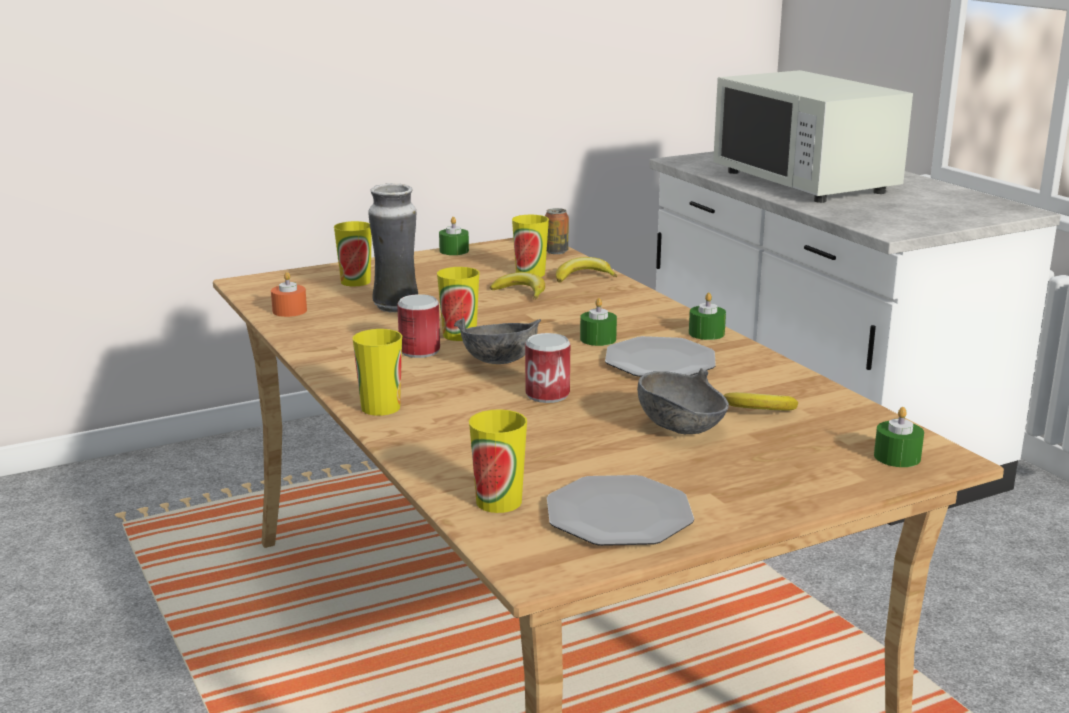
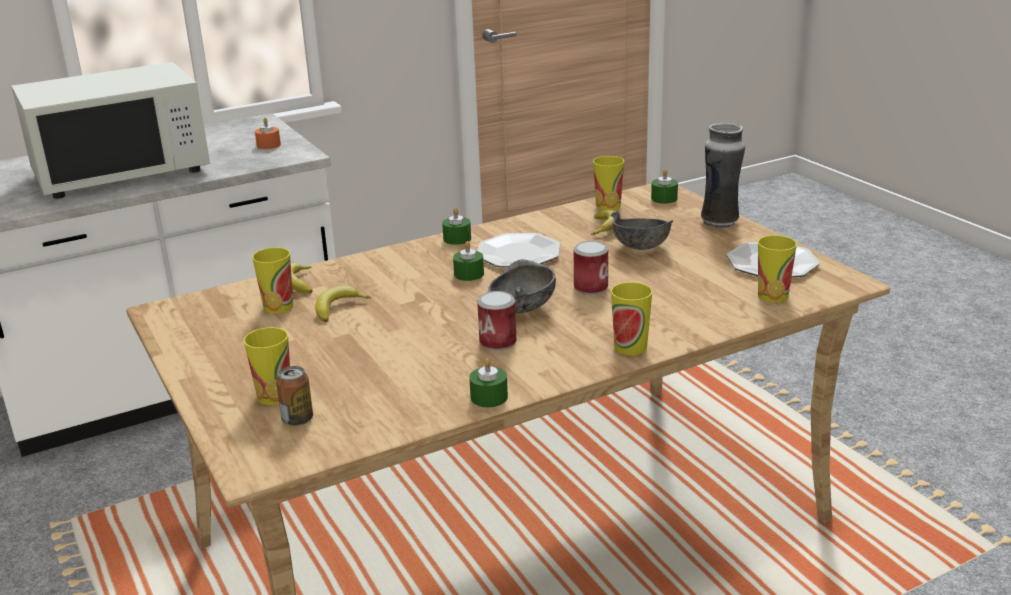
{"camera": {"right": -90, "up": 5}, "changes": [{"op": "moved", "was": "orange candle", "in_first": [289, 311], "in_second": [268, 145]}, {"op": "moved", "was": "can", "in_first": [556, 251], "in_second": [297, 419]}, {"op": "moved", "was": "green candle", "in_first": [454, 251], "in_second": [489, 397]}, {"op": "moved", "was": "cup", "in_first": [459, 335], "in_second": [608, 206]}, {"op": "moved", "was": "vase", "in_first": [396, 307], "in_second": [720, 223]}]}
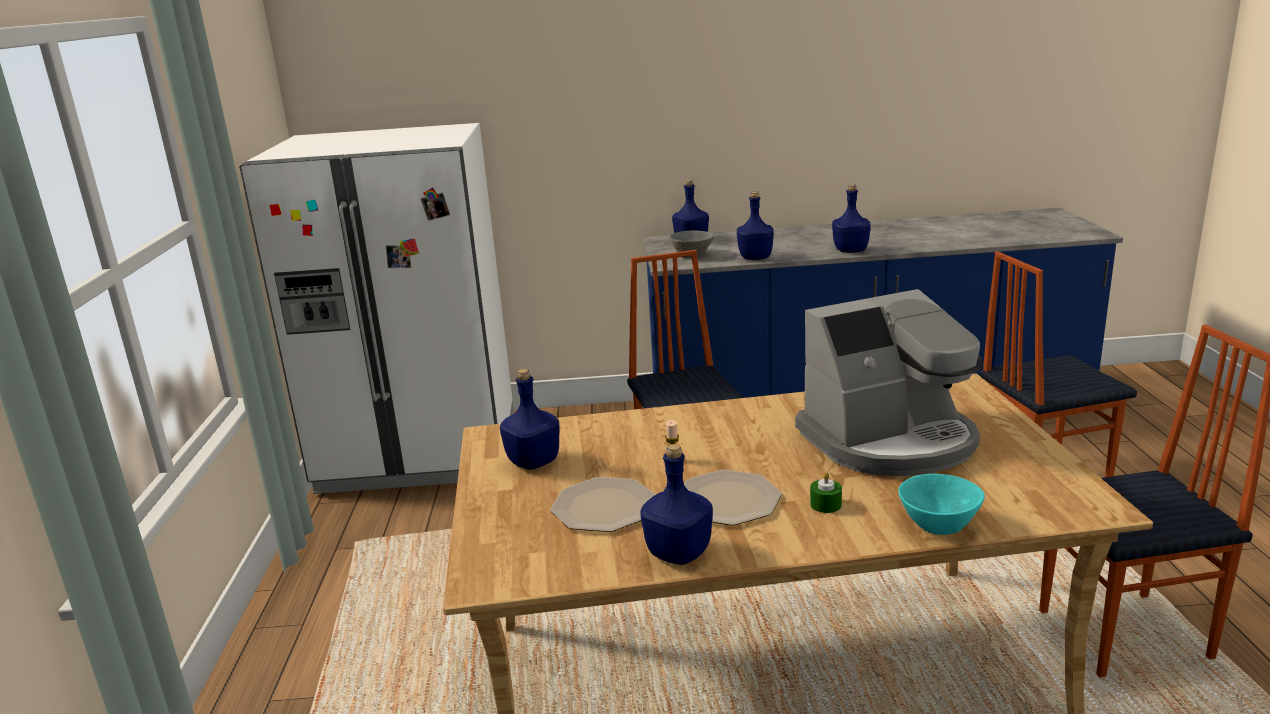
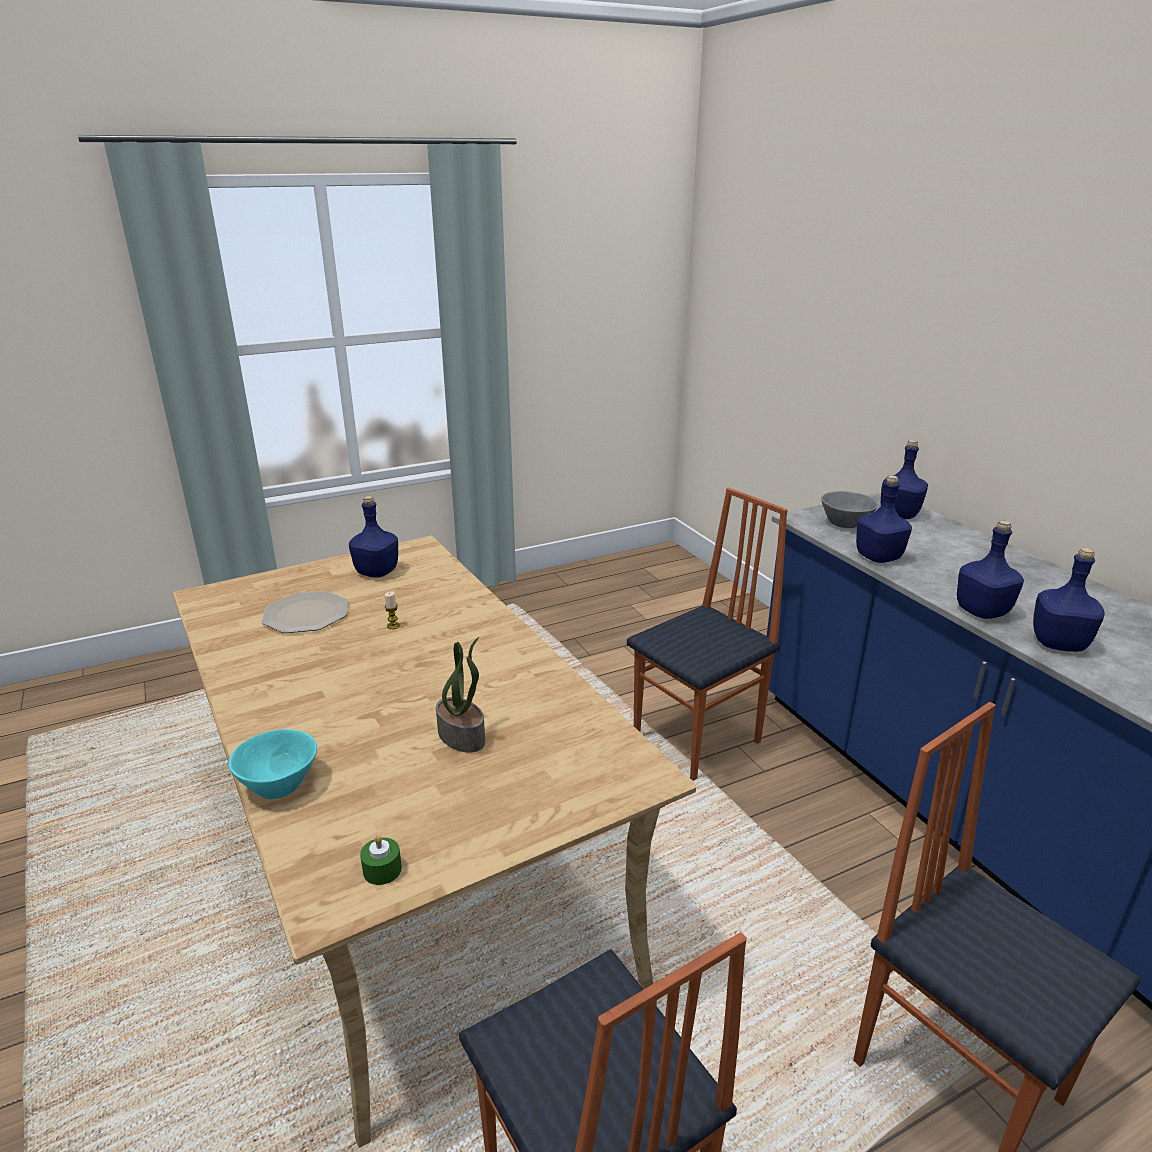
{"camera": {"right": 65, "up": 5}, "changes": [{"op": "moved", "was": "green candle", "in_first": [825, 504], "in_second": [382, 870]}, {"op": "replaced", "was": "coffee machine", "now": "potted plant", "in_first": [890, 441], "in_second": [462, 736]}, {"op": "moved", "was": "blue bottle", "in_first": [678, 554], "in_second": [1057, 643]}, {"op": "removed", "was": "white fridge", "in_first": [420, 453]}, {"op": "removed", "was": "plate", "in_first": [729, 500]}]}
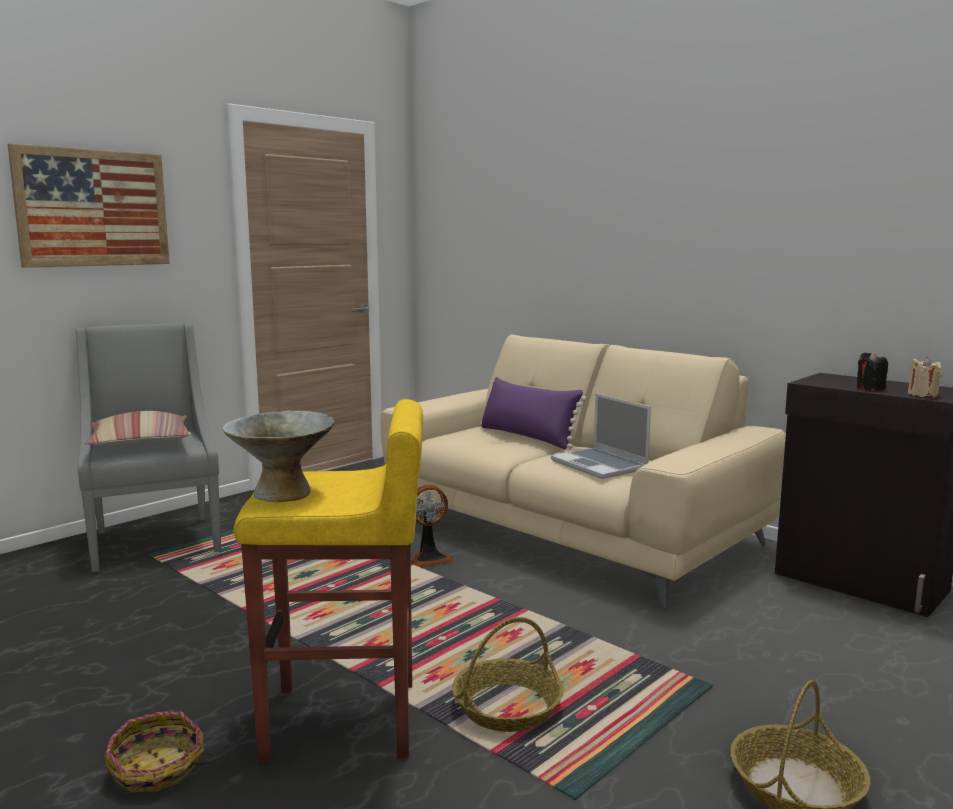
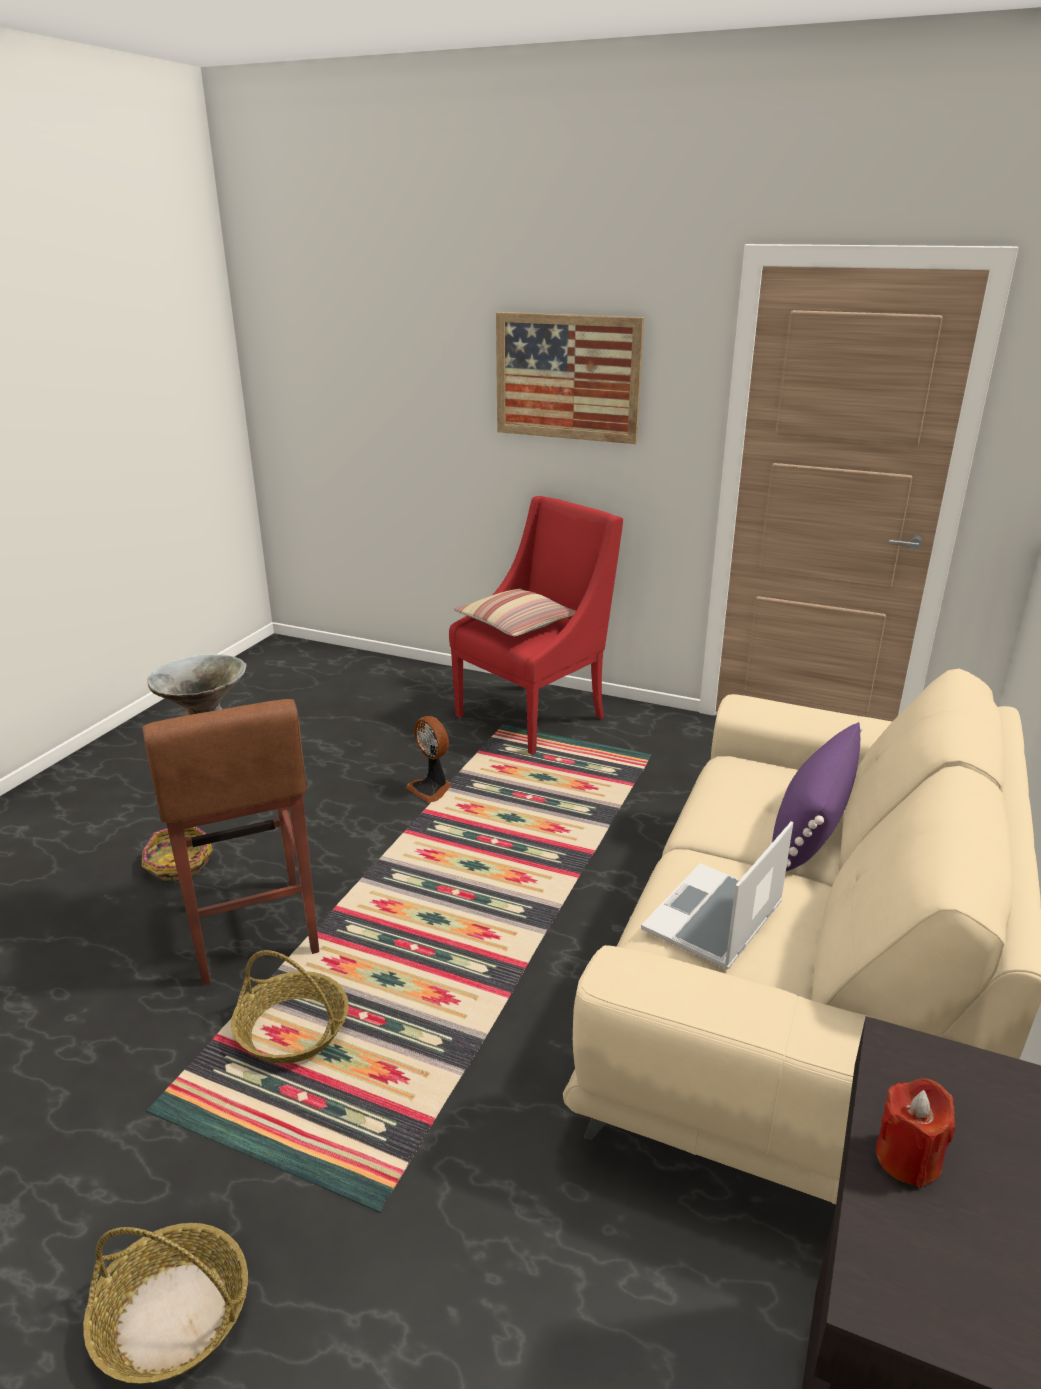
{"camera": {"right": 70, "up": 15}, "changes": [{"op": "recoloured", "was": "yellow stool", "now": "brown stool", "in_first": [344, 722], "in_second": [251, 931]}, {"op": "moved", "was": "fan", "in_first": [429, 558], "in_second": [431, 789]}, {"op": "recoloured", "was": "grey armchair", "now": "red armchair", "in_first": [155, 540], "in_second": [534, 715]}, {"op": "recoloured", "was": "black candle", "now": "red candle", "in_first": [870, 388], "in_second": [907, 1158]}, {"op": "removed", "was": "beige candle", "in_first": [922, 395]}]}
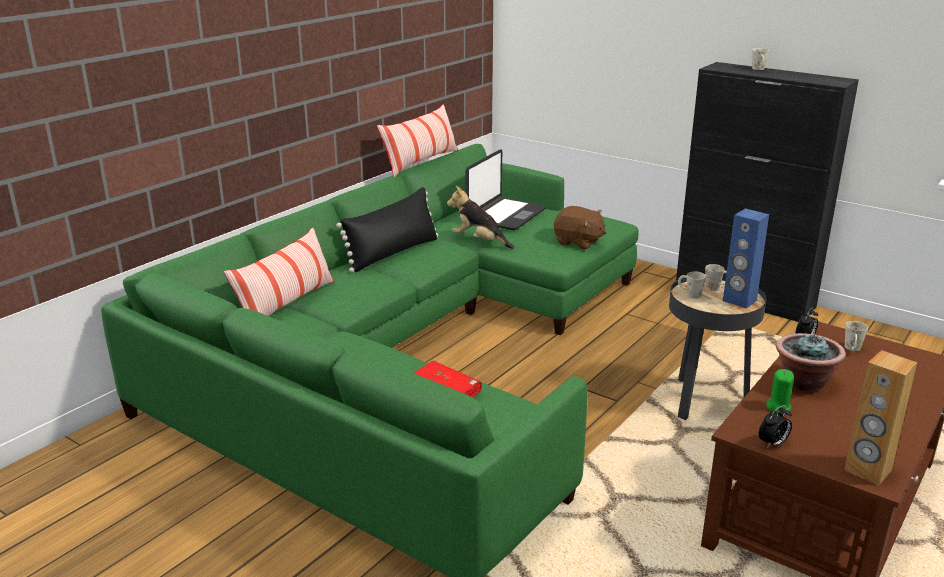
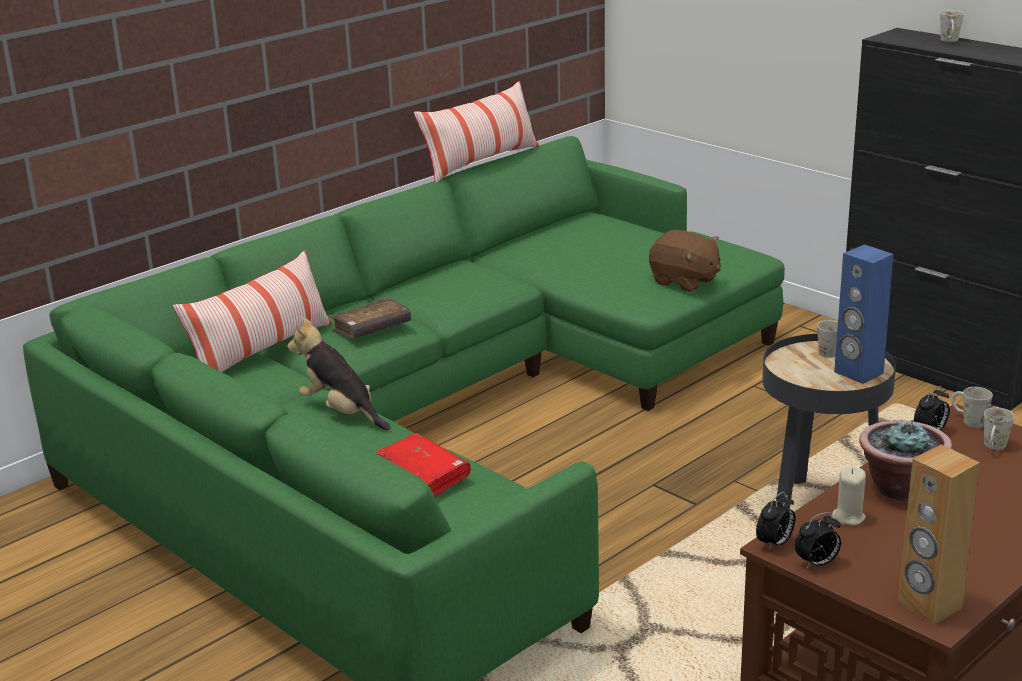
{"camera": {"right": 10, "up": 0}, "changes": [{"op": "moved", "was": "plush toy", "in_first": [479, 241], "in_second": [341, 412]}, {"op": "added", "now": "brown book", "in_second": [371, 329]}, {"op": "added", "now": "alarm clock", "in_second": [775, 544]}, {"op": "recoloured", "was": "green candle", "now": "beige candle", "in_first": [778, 406], "in_second": [848, 517]}, {"op": "moved", "was": "white mug", "in_first": [689, 294], "in_second": [967, 420]}, {"op": "removed", "was": "black pillow", "in_first": [393, 253]}, {"op": "removed", "was": "laptop", "in_first": [505, 215]}]}
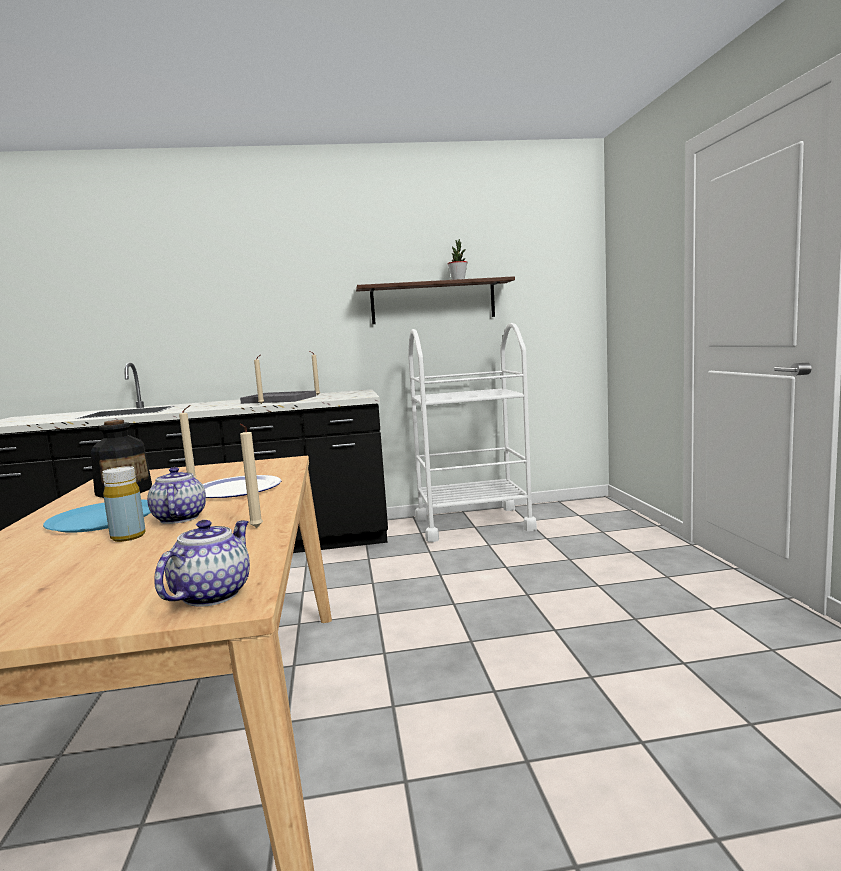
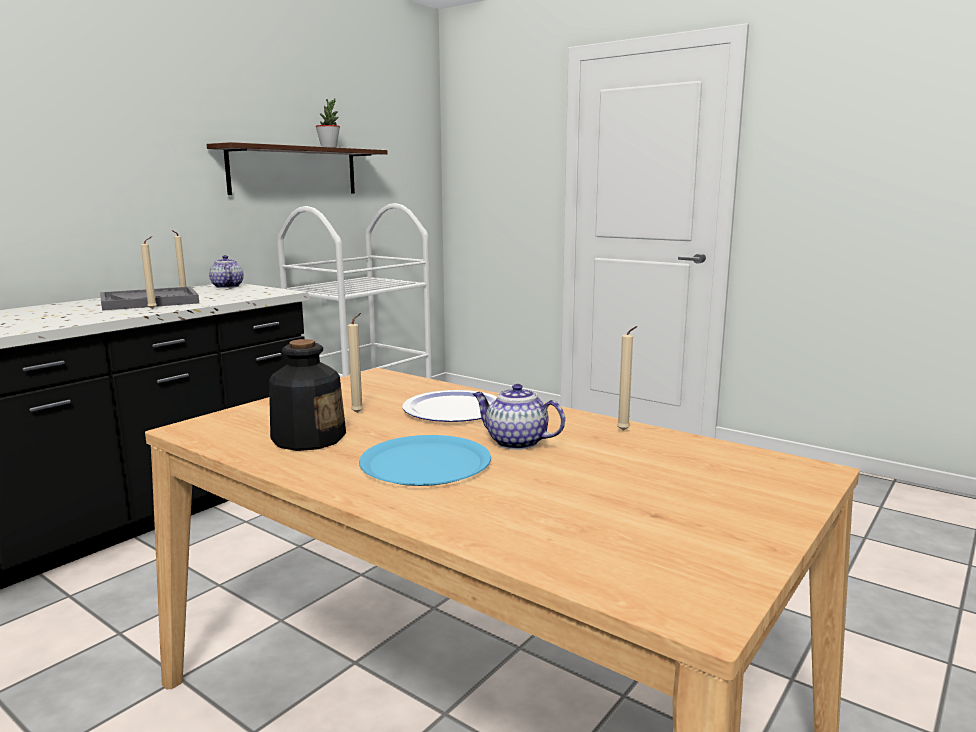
{"camera": {"right": -45, "up": 5}, "changes": [{"op": "moved", "was": "teapot", "in_first": [212, 594], "in_second": [227, 286]}, {"op": "removed", "was": "yellow bottle", "in_first": [128, 536]}]}
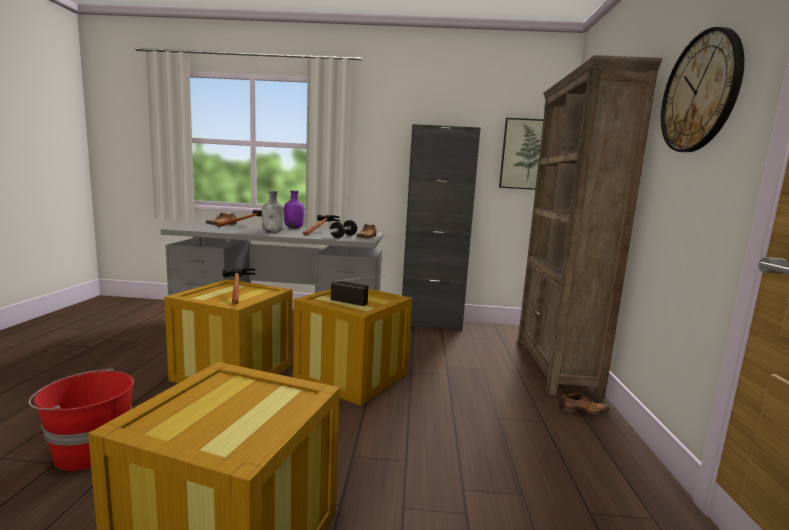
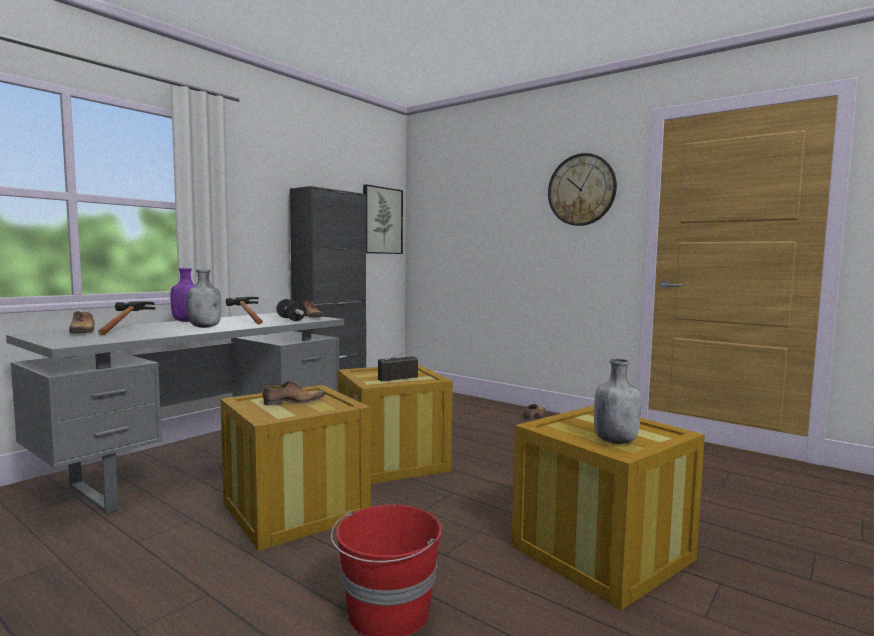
{"camera": {"right": -55, "up": -5}, "changes": [{"op": "replaced", "was": "hammer", "now": "shoe", "in_first": [236, 293], "in_second": [293, 402]}, {"op": "added", "now": "grey bottle", "in_second": [615, 441]}, {"op": "removed", "was": "brown bookcase", "in_first": [555, 367]}]}
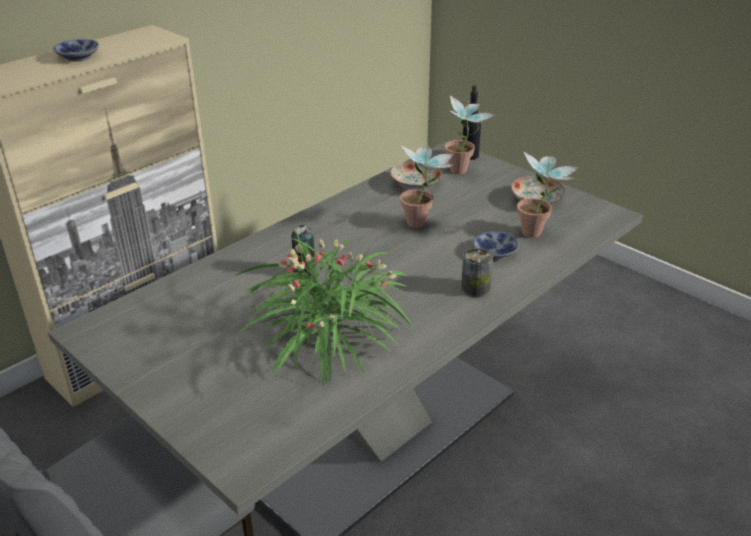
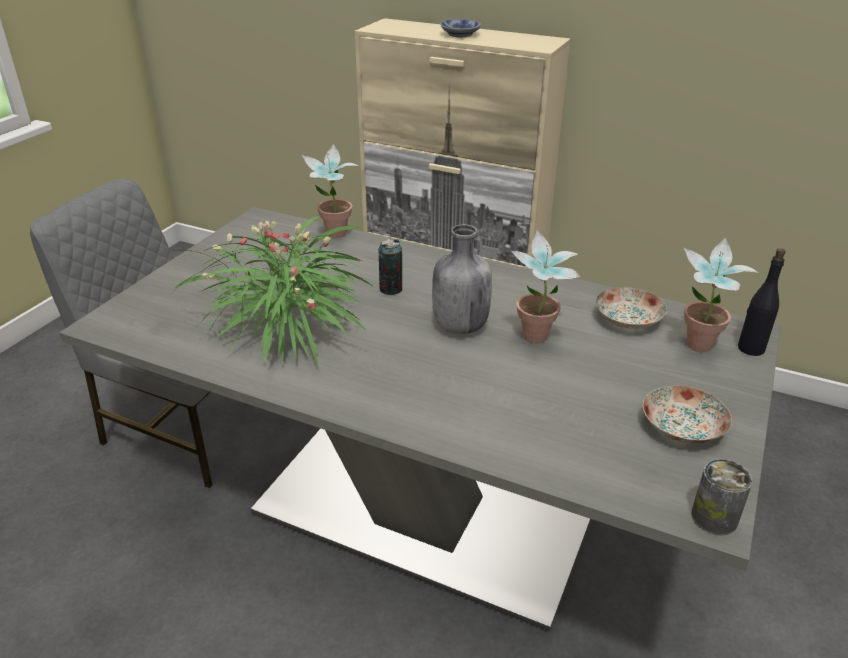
{"camera": {"right": 70, "up": 0}, "changes": [{"op": "moved", "was": "potted plant", "in_first": [538, 234], "in_second": [334, 237]}, {"op": "added", "now": "grey bottle", "in_second": [459, 326]}, {"op": "moved", "was": "can", "in_first": [475, 288], "in_second": [714, 517]}, {"op": "removed", "was": "bowl", "in_first": [496, 251]}]}
